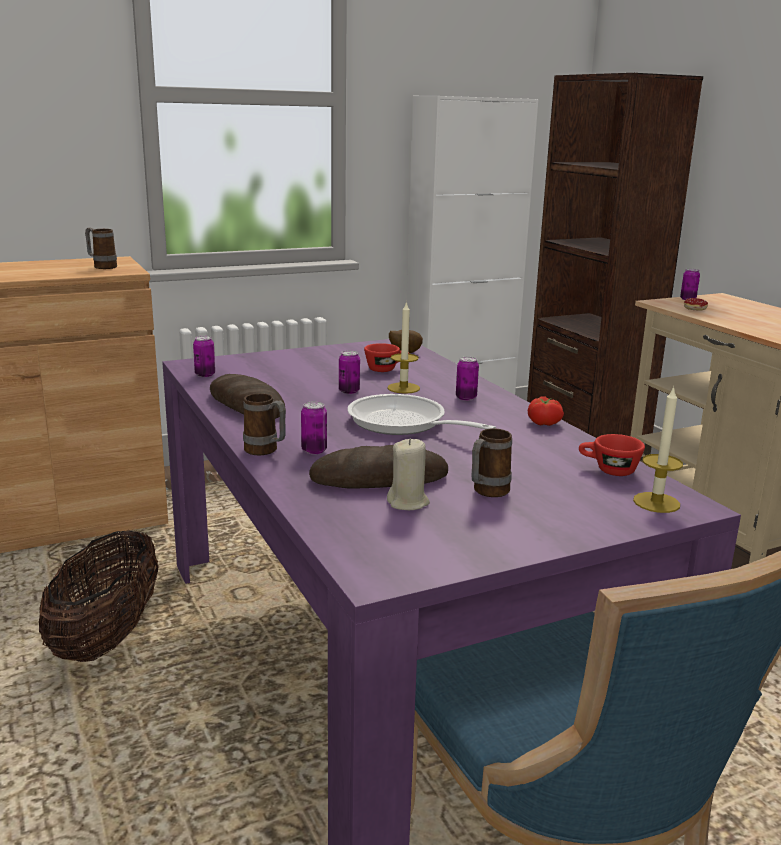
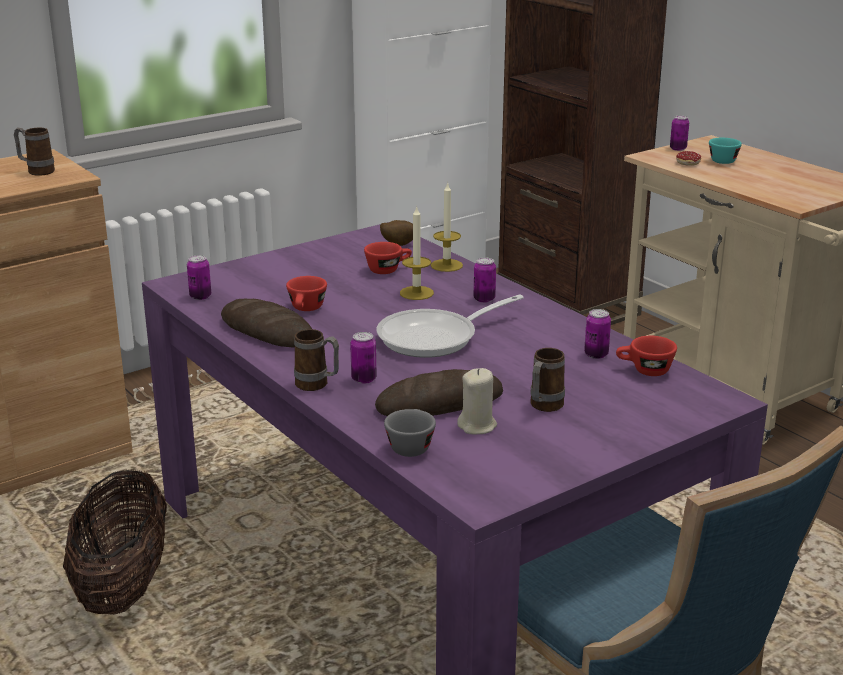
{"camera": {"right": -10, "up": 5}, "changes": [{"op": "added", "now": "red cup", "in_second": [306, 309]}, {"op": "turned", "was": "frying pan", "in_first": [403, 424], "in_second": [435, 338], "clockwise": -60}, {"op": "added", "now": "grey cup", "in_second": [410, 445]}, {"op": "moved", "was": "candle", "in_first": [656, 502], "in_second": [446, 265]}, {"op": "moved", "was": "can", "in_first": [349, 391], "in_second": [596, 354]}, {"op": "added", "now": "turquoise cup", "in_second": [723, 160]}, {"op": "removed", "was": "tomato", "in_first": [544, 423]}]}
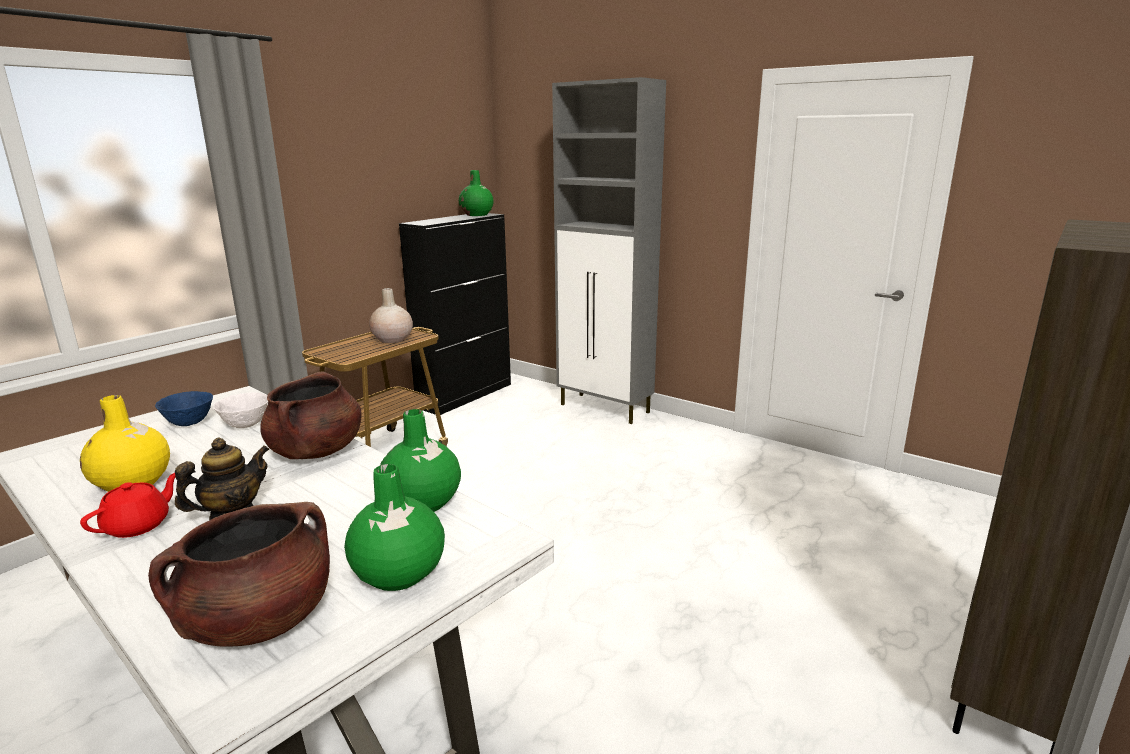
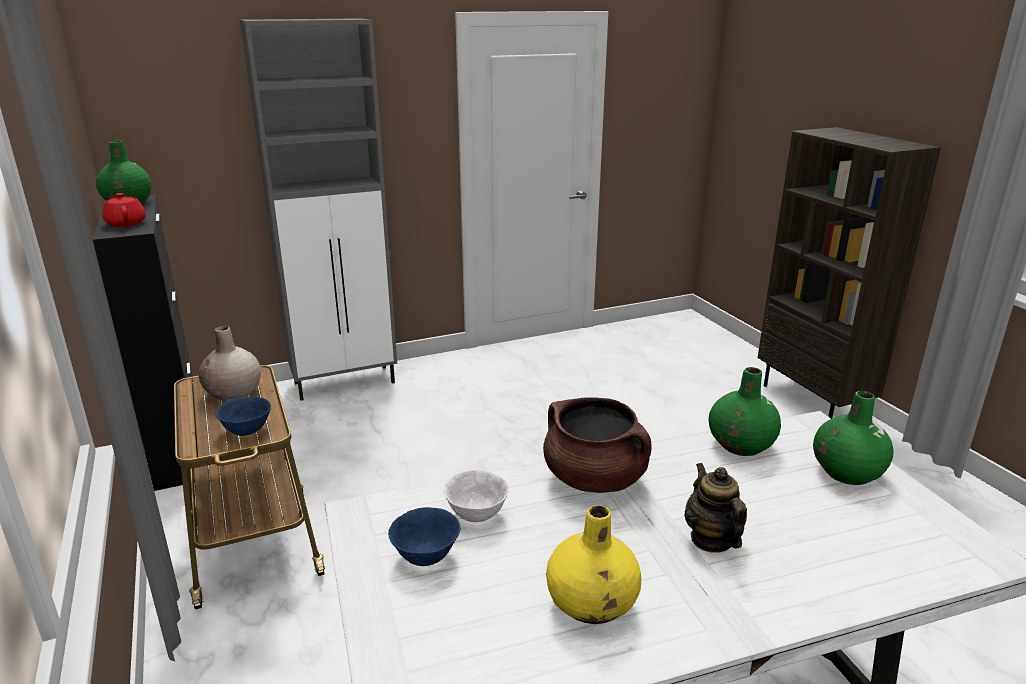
{"camera": {"right": -60, "up": 5}, "changes": [{"op": "moved", "was": "red teapot", "in_first": [138, 525], "in_second": [126, 223]}, {"op": "added", "now": "blue bowl", "in_second": [247, 431]}, {"op": "removed", "was": "brown cooking pot", "in_first": [259, 621]}]}
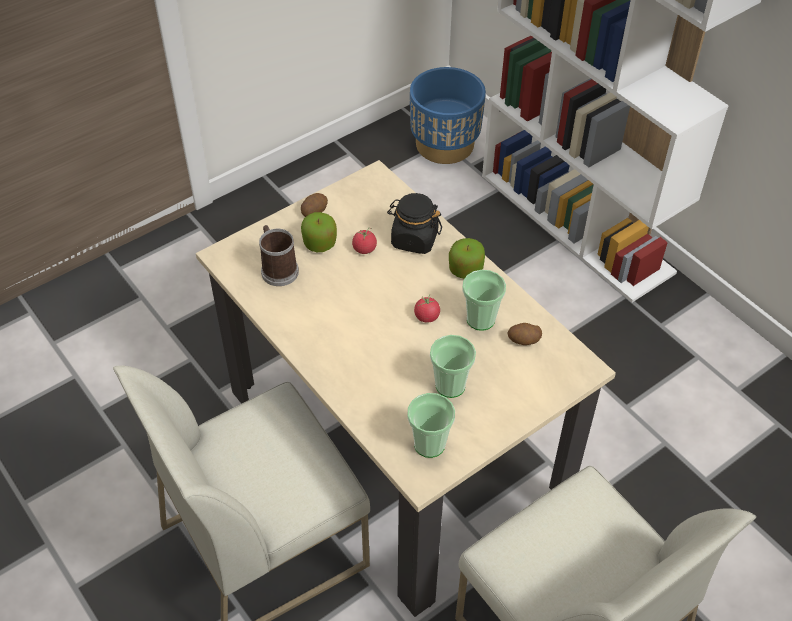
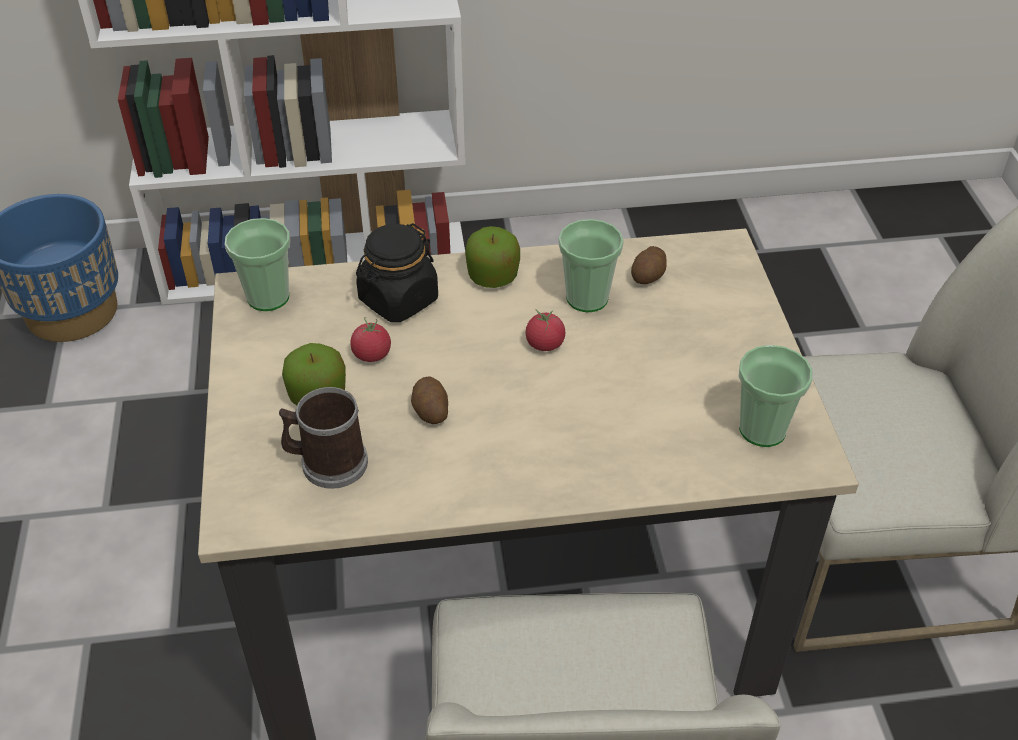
{"camera": {"right": -60, "up": -5}, "changes": [{"op": "moved", "was": "cup", "in_first": [450, 385], "in_second": [268, 297]}, {"op": "moved", "was": "potato", "in_first": [314, 211], "in_second": [430, 411]}]}
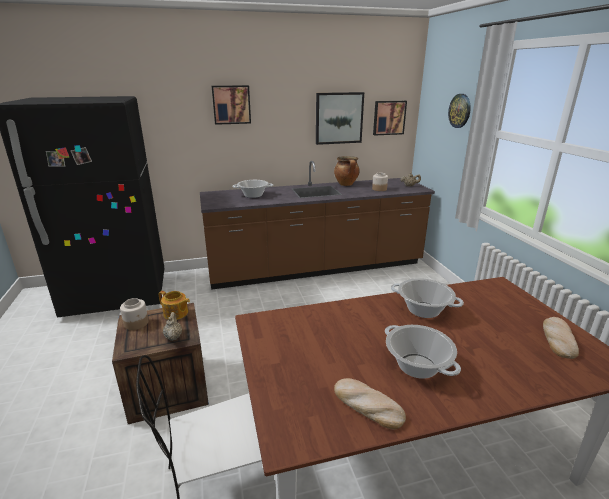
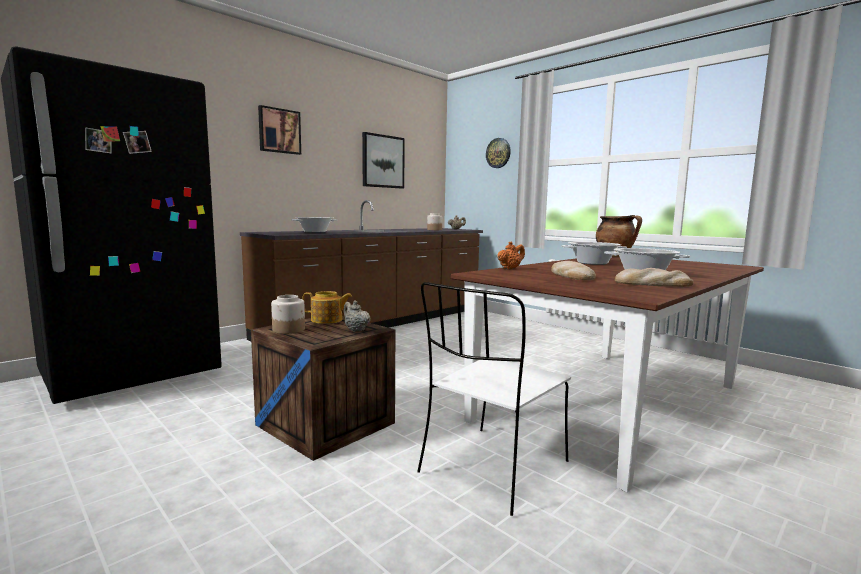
{"camera": {"right": -30, "up": -15}, "changes": [{"op": "added", "now": "orange teapot", "in_second": [510, 268]}, {"op": "moved", "was": "bread", "in_first": [558, 339], "in_second": [571, 275]}, {"op": "moved", "was": "cooking pot", "in_first": [346, 184], "in_second": [615, 256]}, {"op": "removed", "was": "picture", "in_first": [389, 117]}]}
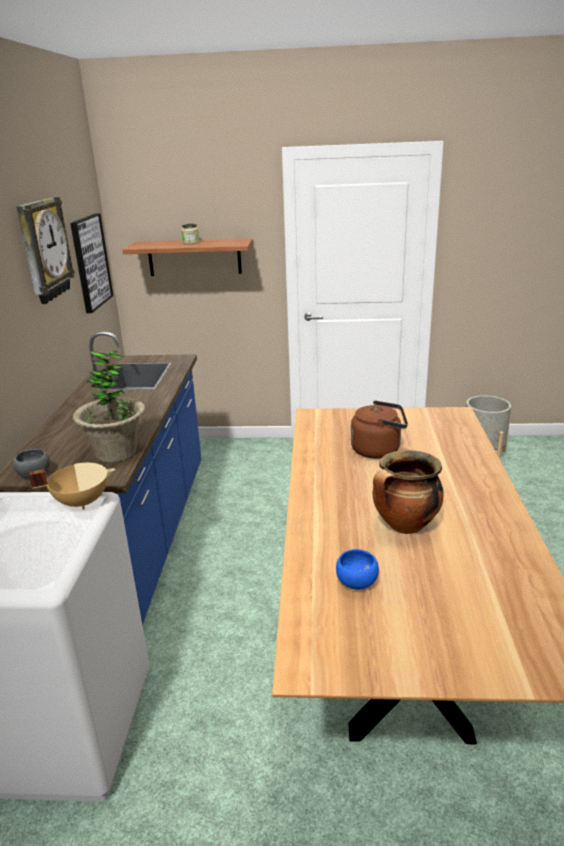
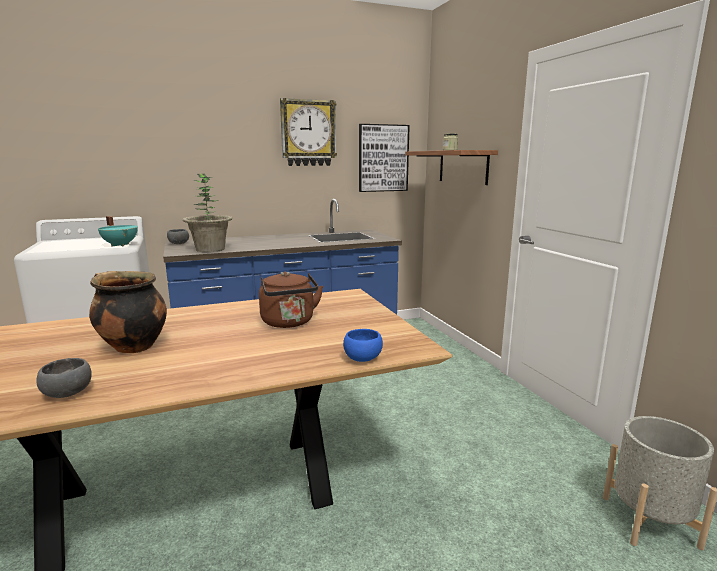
{"camera": {"right": 65, "up": -10}, "changes": [{"op": "added", "now": "grey bowl", "in_second": [69, 393]}, {"op": "recoloured", "was": "beige cooking pot", "now": "turquoise cooking pot", "in_first": [81, 502], "in_second": [121, 245]}, {"op": "moved", "was": "blue bowl", "in_first": [356, 581], "in_second": [363, 358]}]}
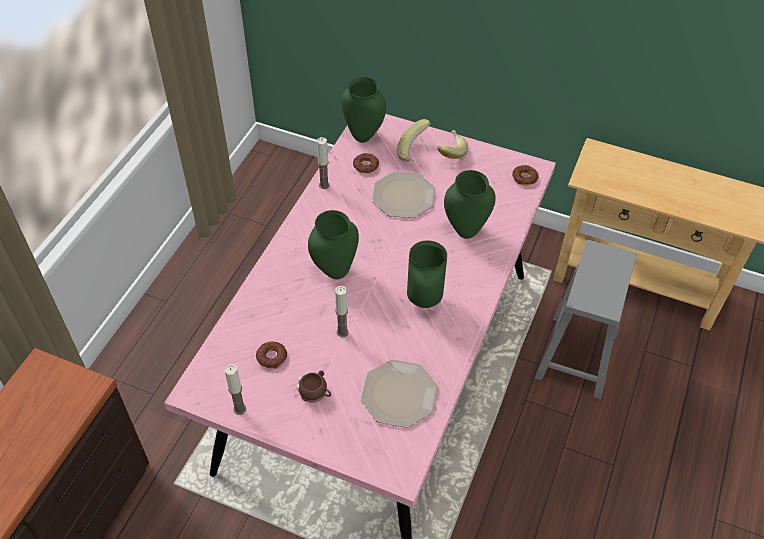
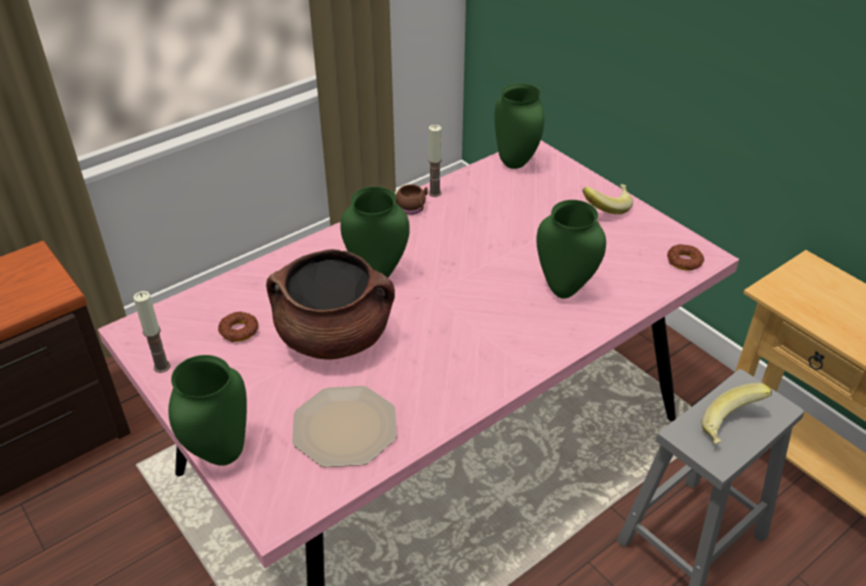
{"camera": {"right": 30, "up": -10}, "changes": [{"op": "moved", "was": "green vase", "in_first": [425, 301], "in_second": [221, 455]}, {"op": "replaced", "was": "candle", "now": "brown cooking pot", "in_first": [342, 332], "in_second": [335, 337]}, {"op": "moved", "was": "brown mug", "in_first": [315, 393], "in_second": [412, 209]}, {"op": "moved", "was": "banana", "in_first": [415, 152], "in_second": [732, 428]}, {"op": "removed", "was": "donut", "in_first": [365, 166]}, {"op": "removed", "was": "plate", "in_first": [403, 196]}]}
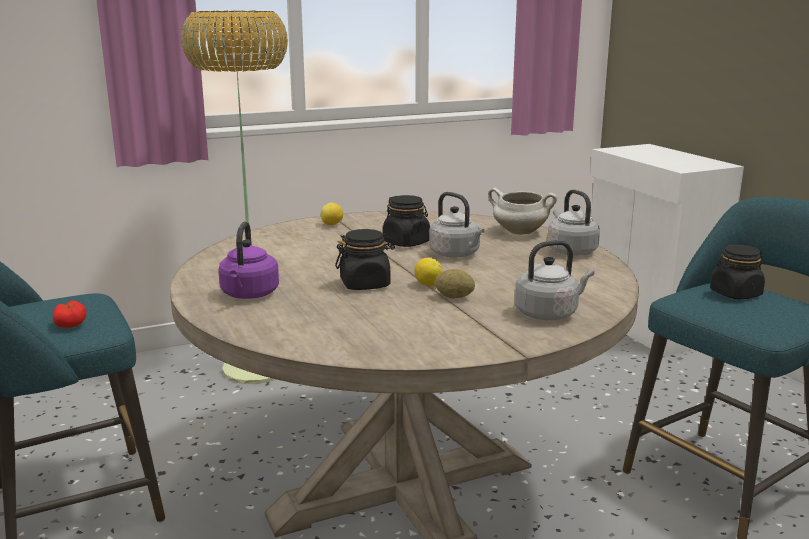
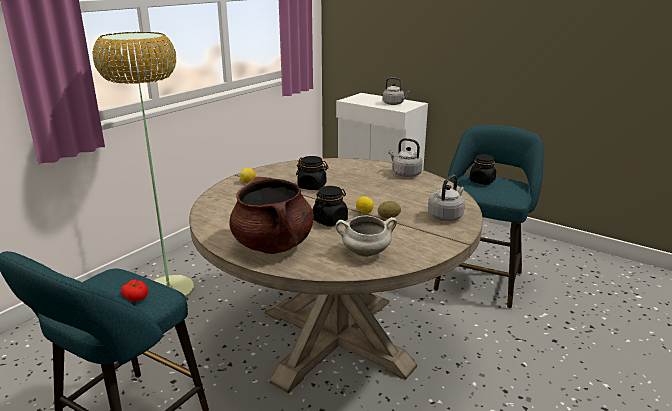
{"camera": {"right": -30, "up": 5}, "changes": [{"op": "replaced", "was": "purple kettle", "now": "brown cooking pot", "in_first": [249, 295], "in_second": [273, 245]}, {"op": "moved", "was": "white cooking pot", "in_first": [519, 232], "in_second": [365, 253]}, {"op": "moved", "was": "grey kettle", "in_first": [456, 254], "in_second": [394, 104]}]}
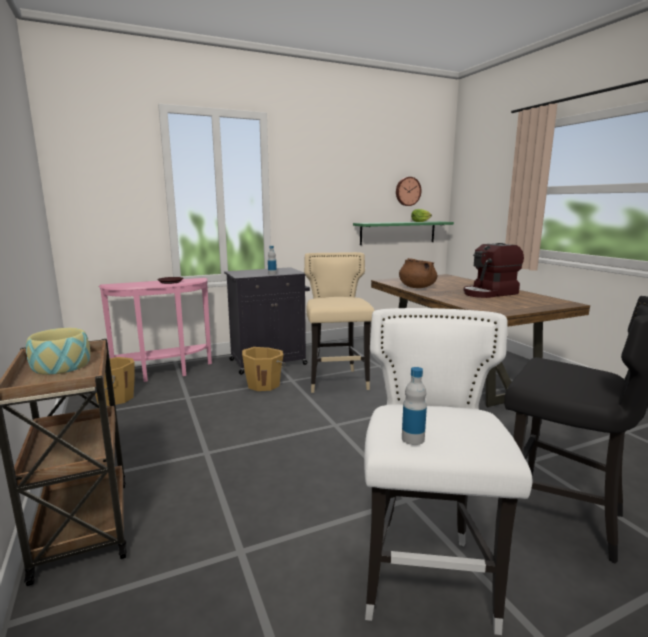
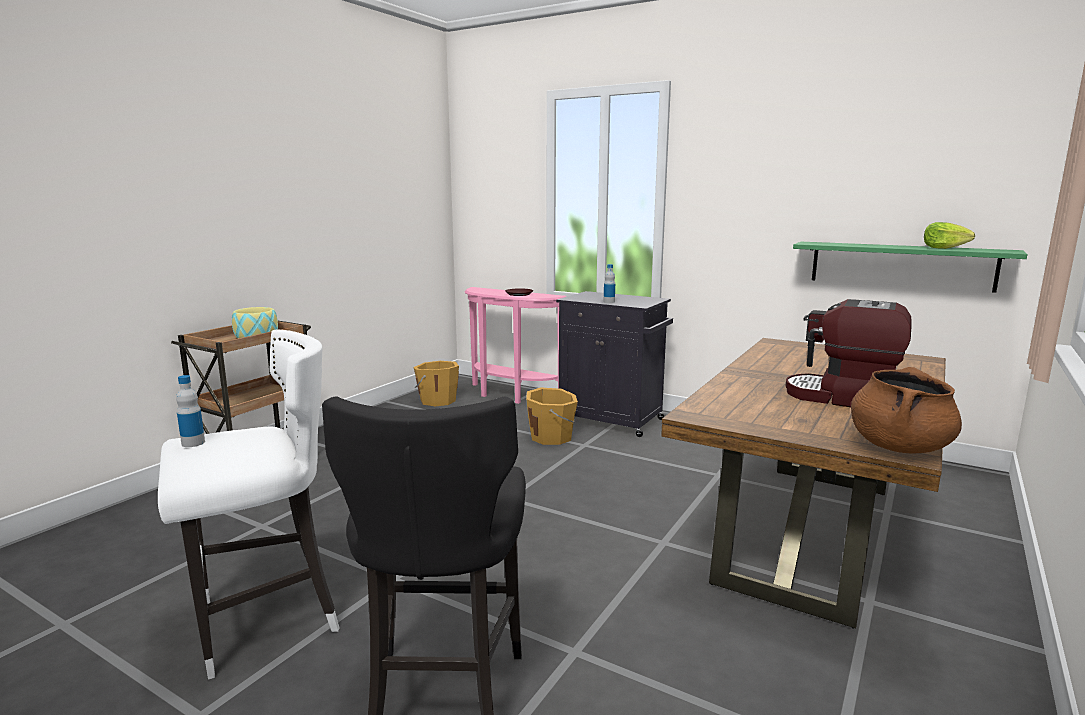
{"camera": {"right": 55, "up": 0}, "changes": [{"op": "moved", "was": "brown cooking pot", "in_first": [416, 287], "in_second": [899, 446]}, {"op": "removed", "was": "beige stool", "in_first": [337, 381]}, {"op": "removed", "was": "wall clock", "in_first": [407, 191]}]}
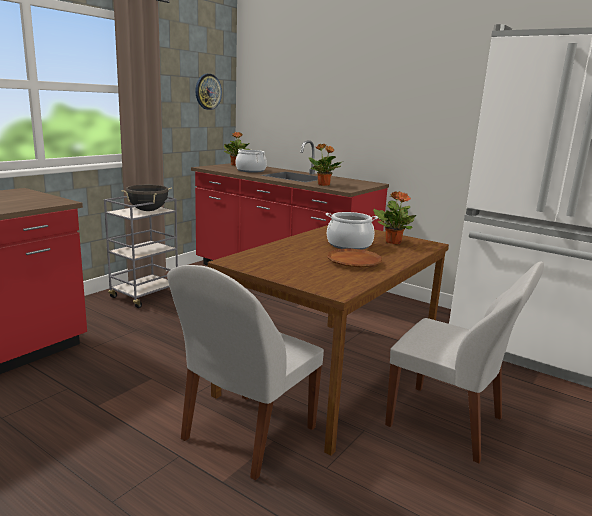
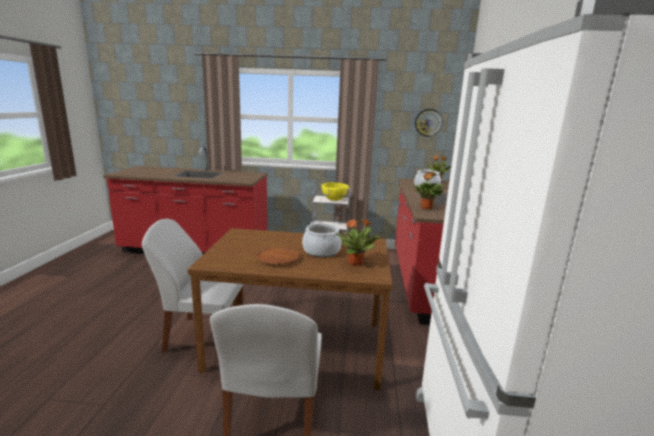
{"camera": {"right": 60, "up": 0}, "changes": [{"op": "recoloured", "was": "black cooking pot", "now": "yellow cooking pot", "in_first": [148, 210], "in_second": [334, 200]}]}
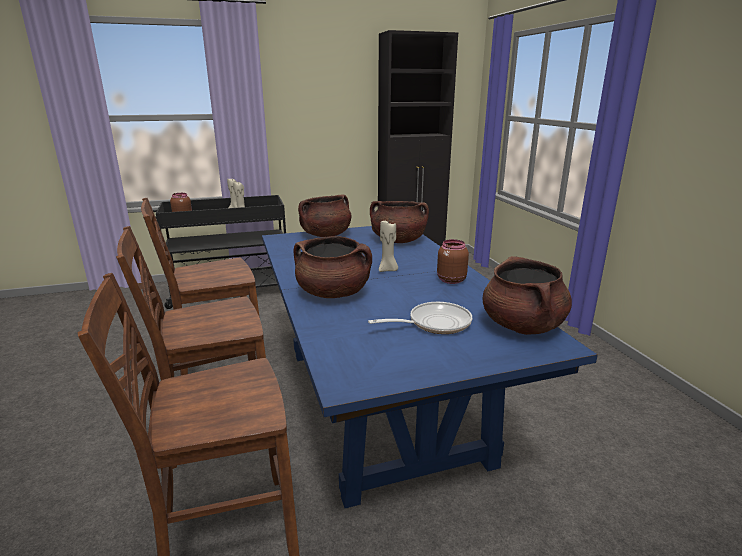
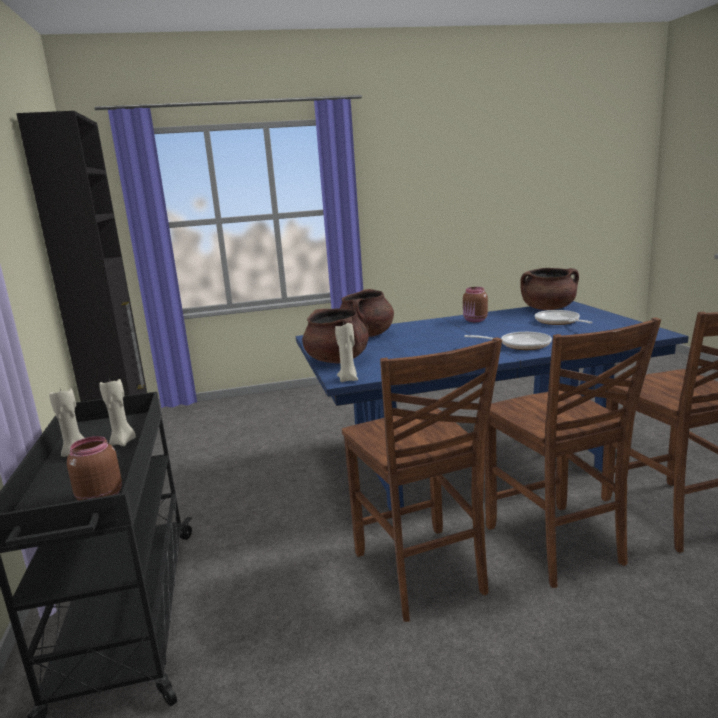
{"camera": {"right": -85, "up": -5}, "changes": [{"op": "moved", "was": "beige candle", "in_first": [388, 270], "in_second": [348, 379]}, {"op": "replaced", "was": "brown cooking pot", "now": "frying pan", "in_first": [333, 293], "in_second": [520, 345]}]}
